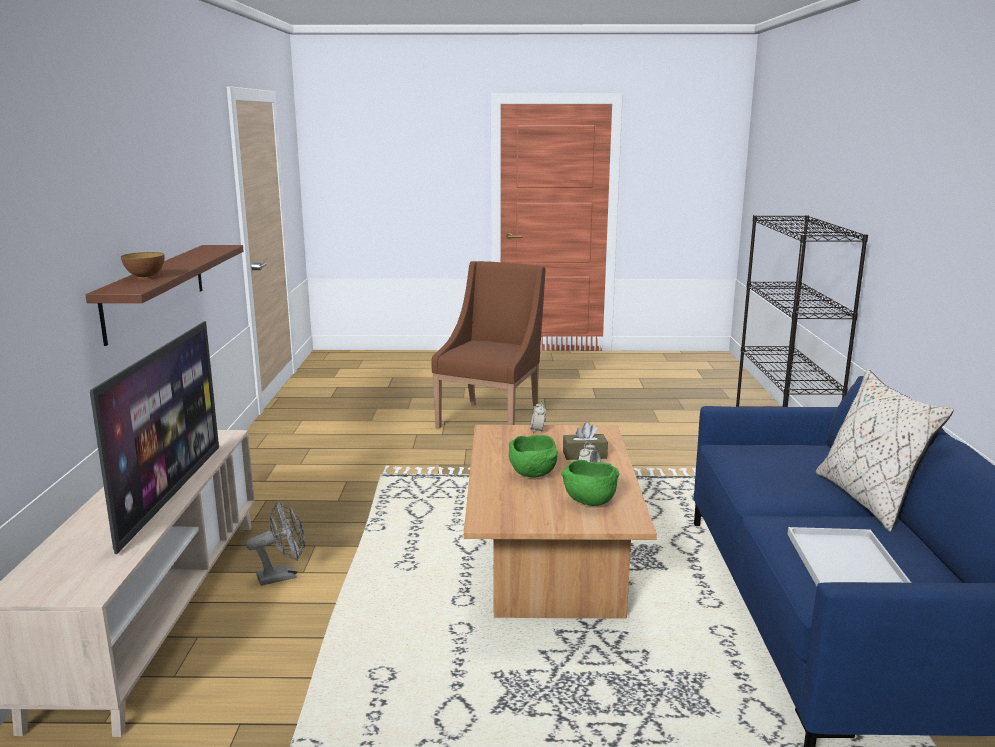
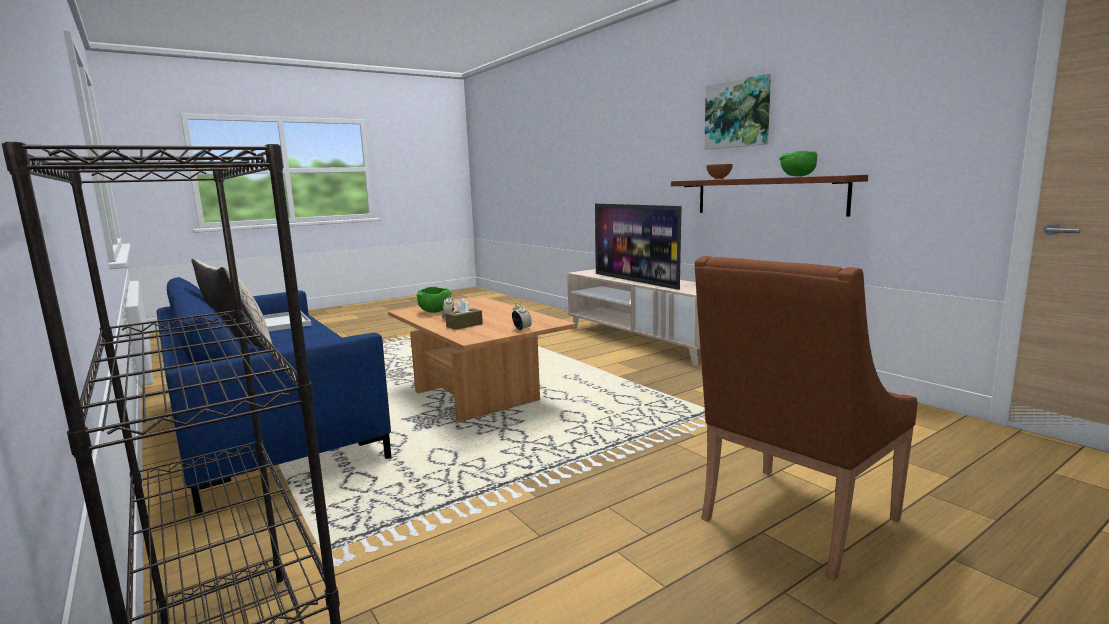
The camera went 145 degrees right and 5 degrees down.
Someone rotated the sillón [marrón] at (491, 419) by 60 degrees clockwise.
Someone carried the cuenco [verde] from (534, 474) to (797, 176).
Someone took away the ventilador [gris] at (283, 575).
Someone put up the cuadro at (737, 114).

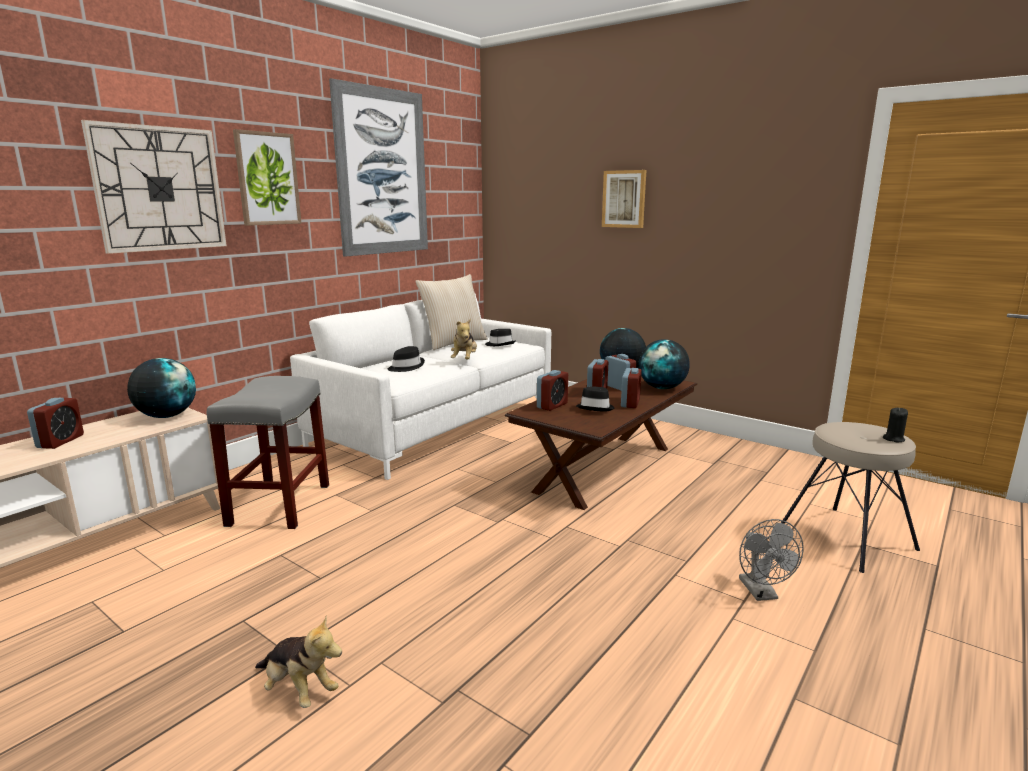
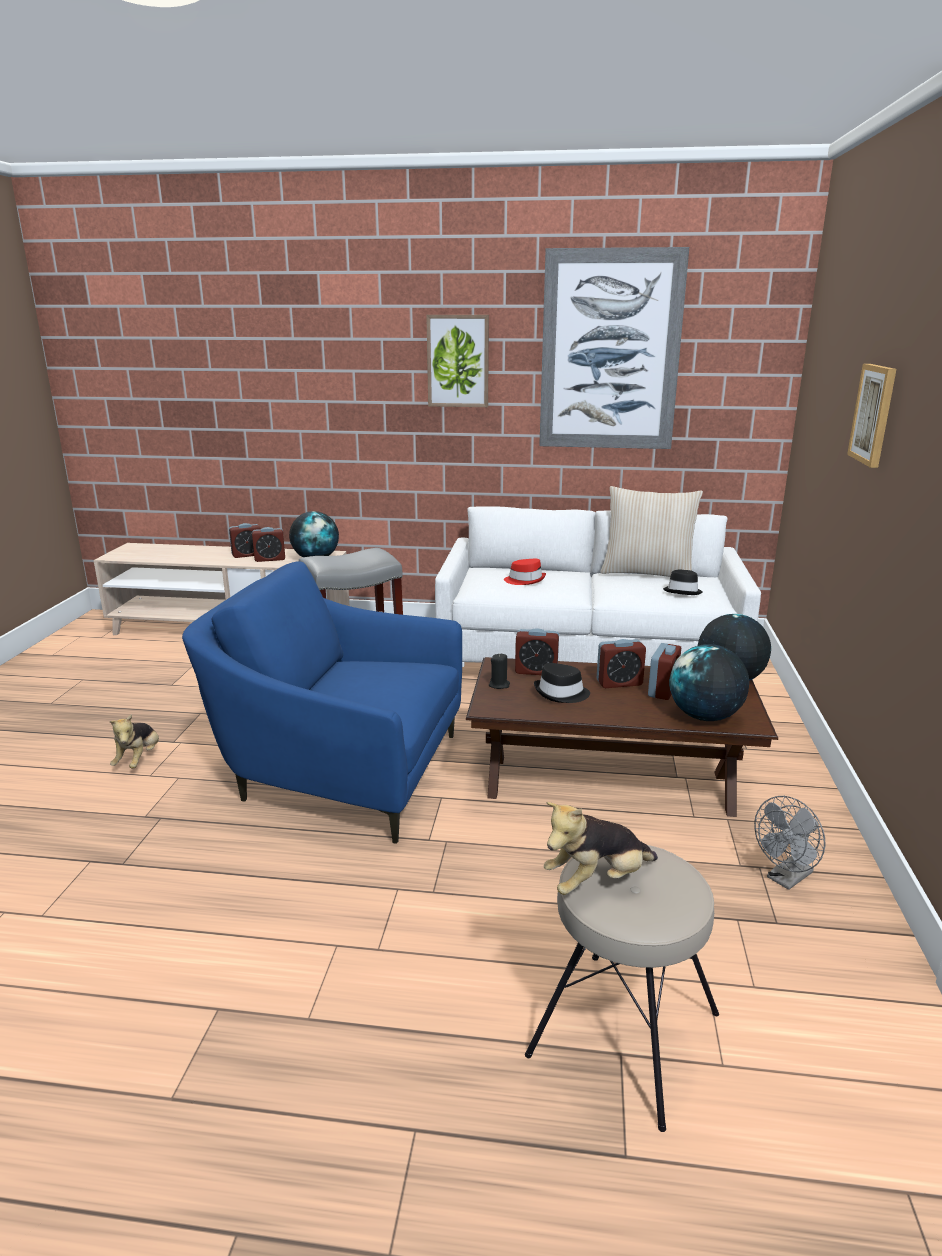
The camera went 60 degrees right and 5 degrees up.
Someone took away the reloj de pared at (159, 189).
Someone carried the peluche from (464, 360) to (596, 881).
Someone repainted the sombrero [negro] at (406, 367), which became the sombrero [rojo] at (525, 580).
Someone carried the despertador from (630, 403) to (270, 559).
Someone carried the vela [negro] from (893, 439) to (499, 685).
Someone carried the ventilador [gris] from (761, 593) to (785, 879).
Someone put down the sillón [azul] at (341, 772).

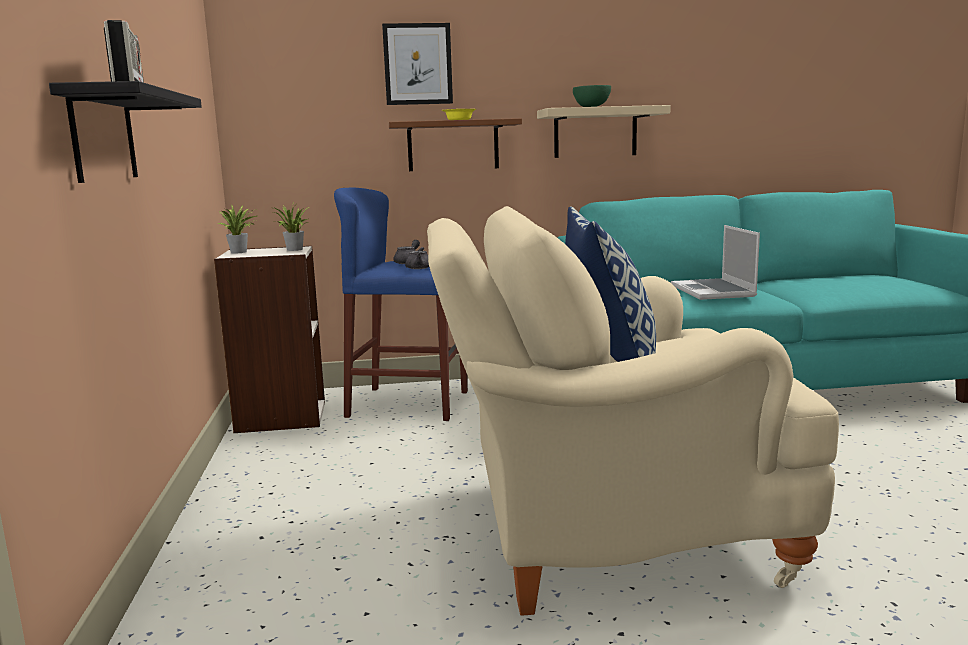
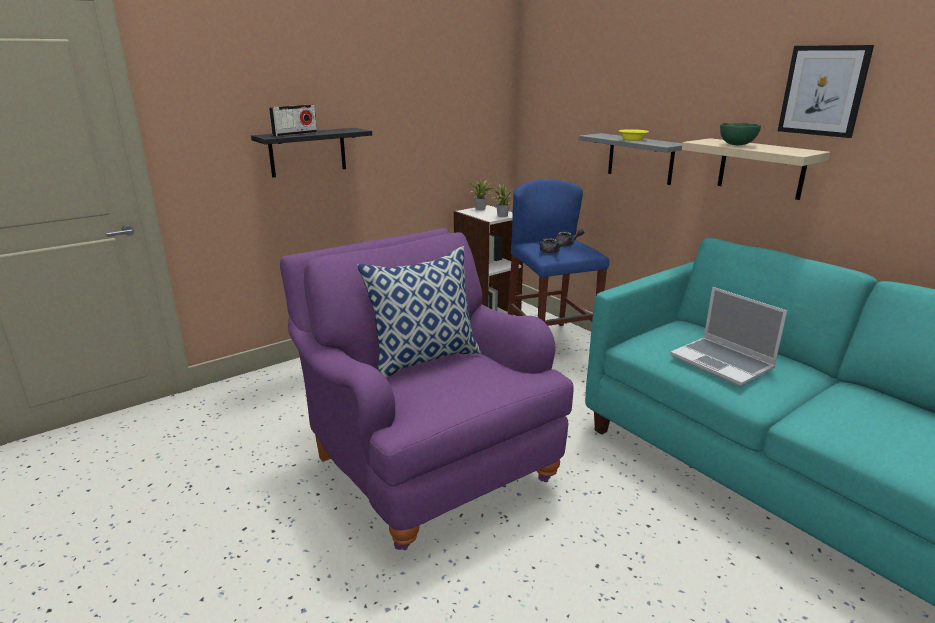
The camera went 60 degrees right and 10 degrees up.
Someone carried the cuadro from (418, 64) to (823, 91).
Someone repainted the estante [marrón] at (453, 145), which became the estante [gris] at (640, 158).
Someone repainted the sillón [beis] at (603, 531), which became the sillón [morado] at (426, 462).
Someone rotated the portátil at (714, 291) by 90 degrees counterclockwise.

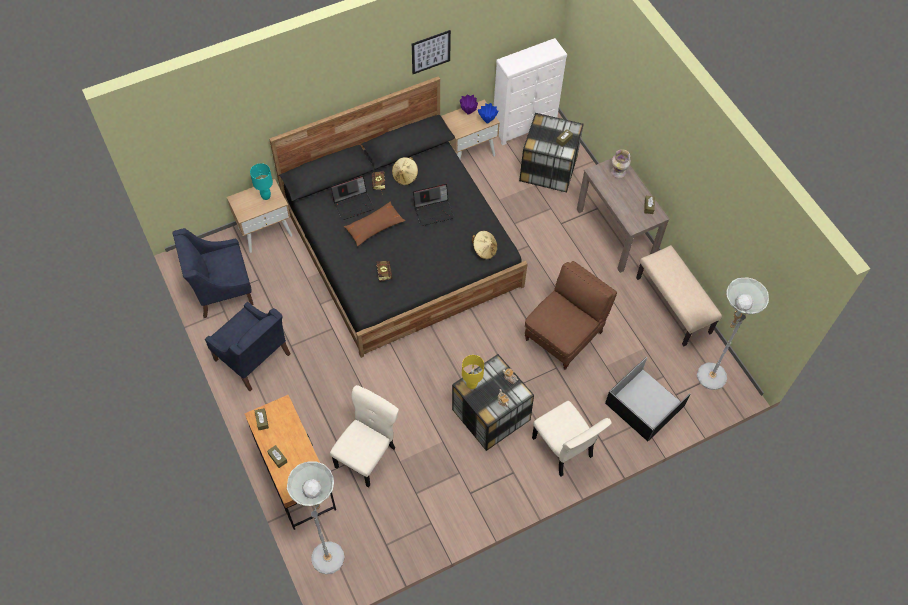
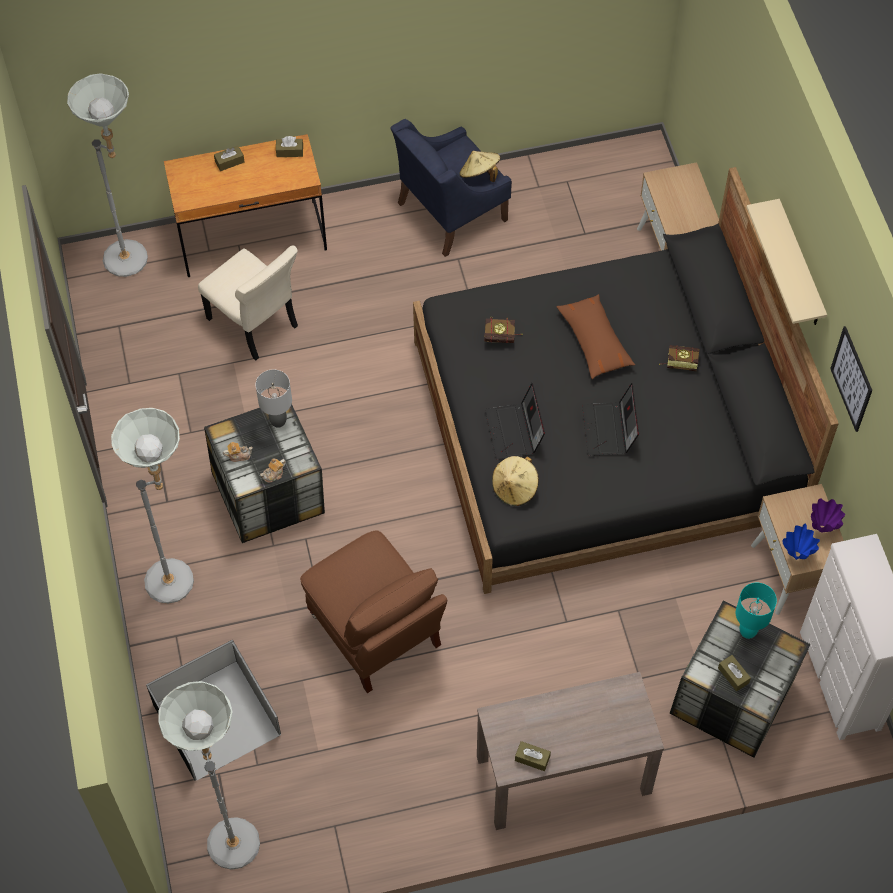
The camera went 105 degrees right and 0 degrees up.
Someone took away the florero at (618, 172).
Someone carried the sombrero [beis] from (405, 176) to (479, 174).
Someone carried the lámpara de mesa [turquesa] from (266, 196) to (747, 632).
Someone carried the portátil from (353, 204) to (515, 432).
Someone took away the sillón [azul] at (221, 289).
Someone took away the banco [beis] at (674, 305).
Someone repainted the lámpara de mesa [amarillo] at (471, 385), which became the lámpara de mesa [gris] at (278, 421).
Someone swapped the silla [beis] at (563, 449) for the lámpara de pie [gris] at (180, 578).
Someone put up the estante [beis] at (800, 266).

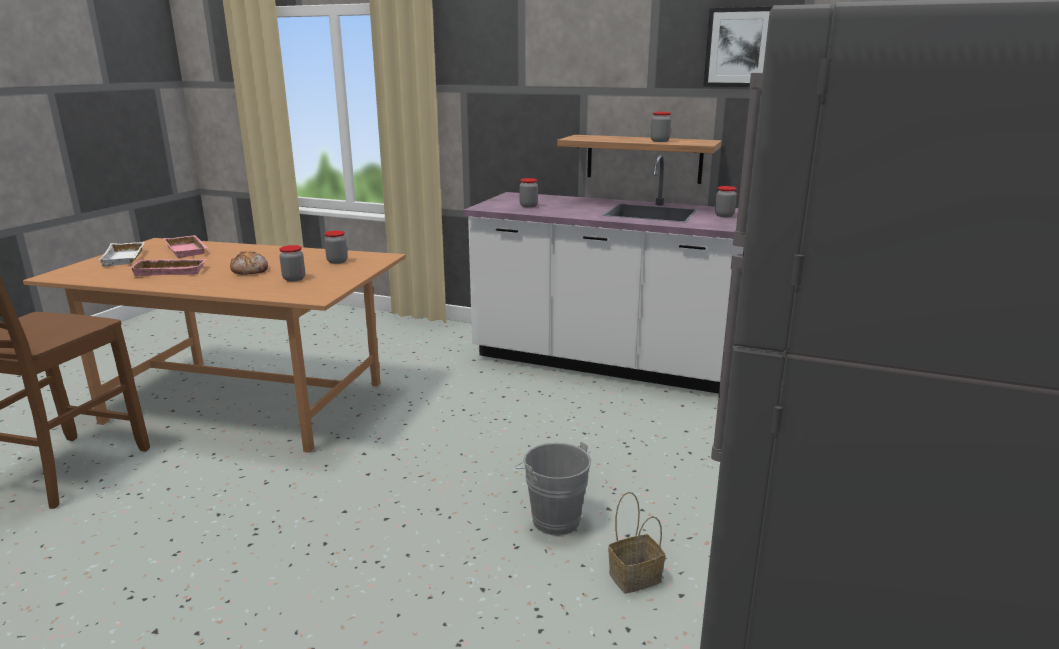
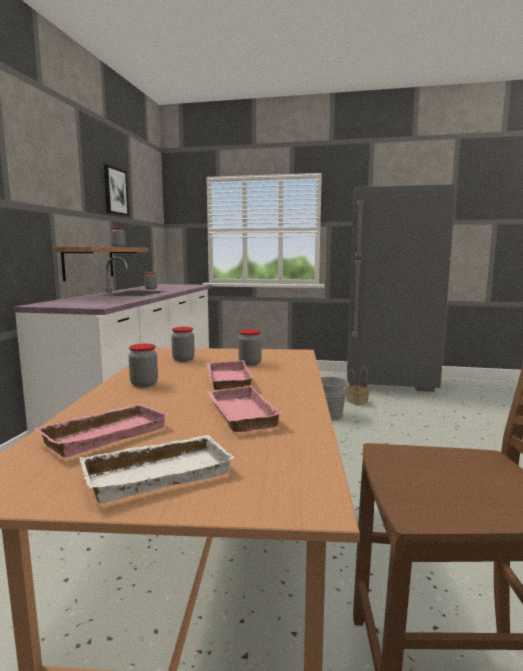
The camera went 100 degrees left and 10 degrees down.
Someone carried the tarro from (528, 206) to (144, 384).
Someone swapped the pan at (251, 271) for the bandeja [rosa] at (226, 380).

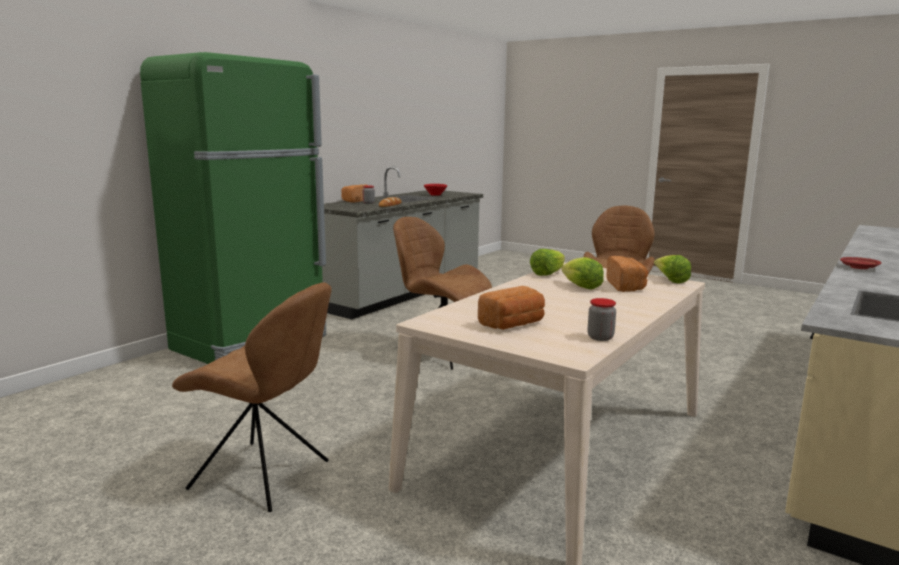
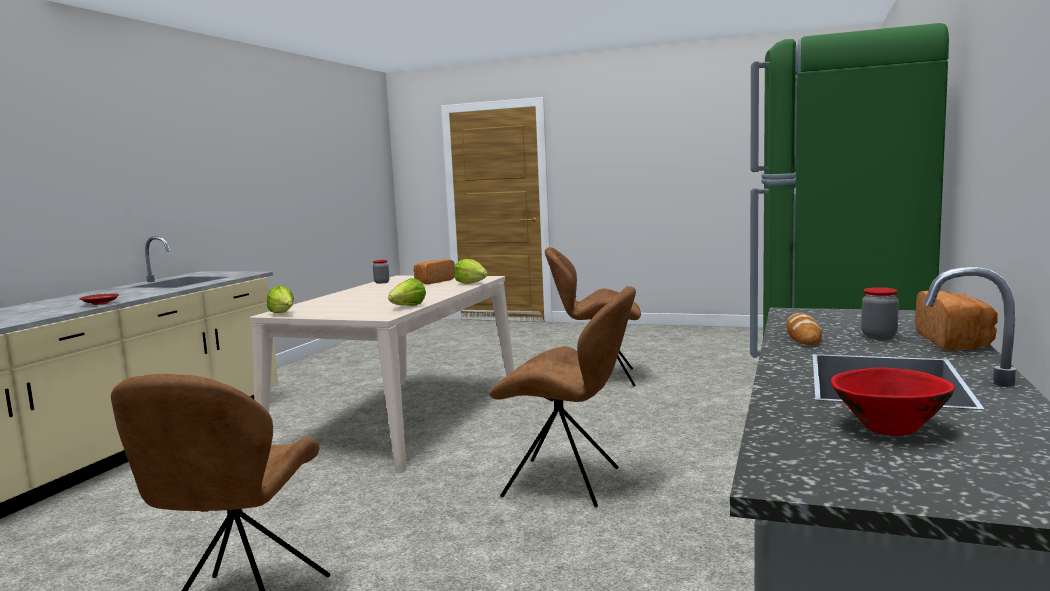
The camera went 165 degrees right and 5 degrees down.
Someone took away the pan at (626, 286).
Someone carried the lechuga from (581, 287) to (471, 283).

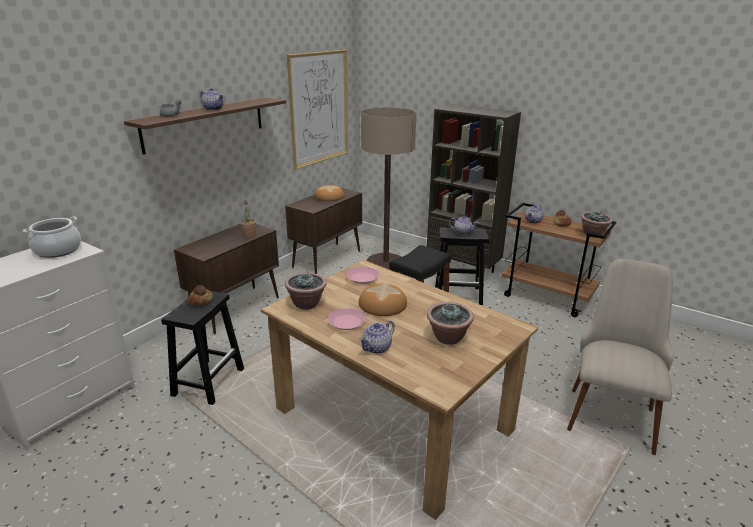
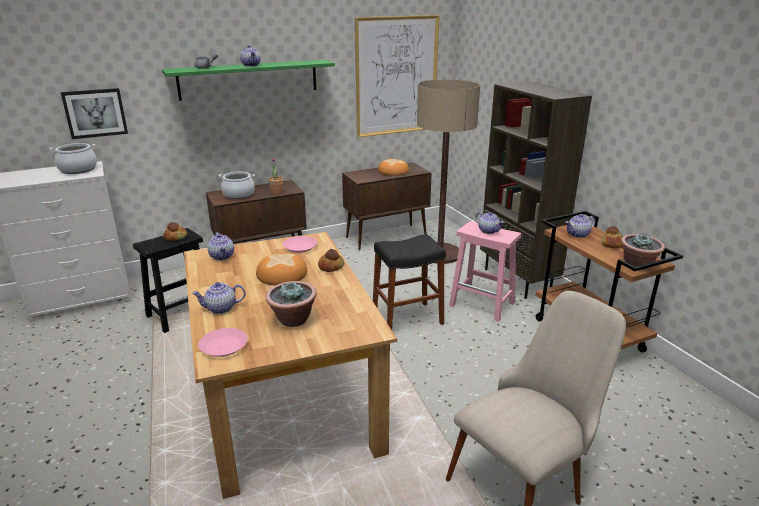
The camera went 30 degrees right and 0 degrees up.
Someone repainted the estante [marrón] at (205, 124), which became the estante [verde] at (249, 79).
Someone repainted the taburete [negro] at (459, 295), which became the taburete [rosa] at (483, 304).
Someone swapped the planta en maceta at (306, 304) for the tetera at (222, 256).
Someone carried the plato [rosa] from (347, 322) to (224, 346).
Someone put up the cuadro at (95, 113).
Someone put down the olla at (238, 195).
Someone put down the pan at (331, 266).

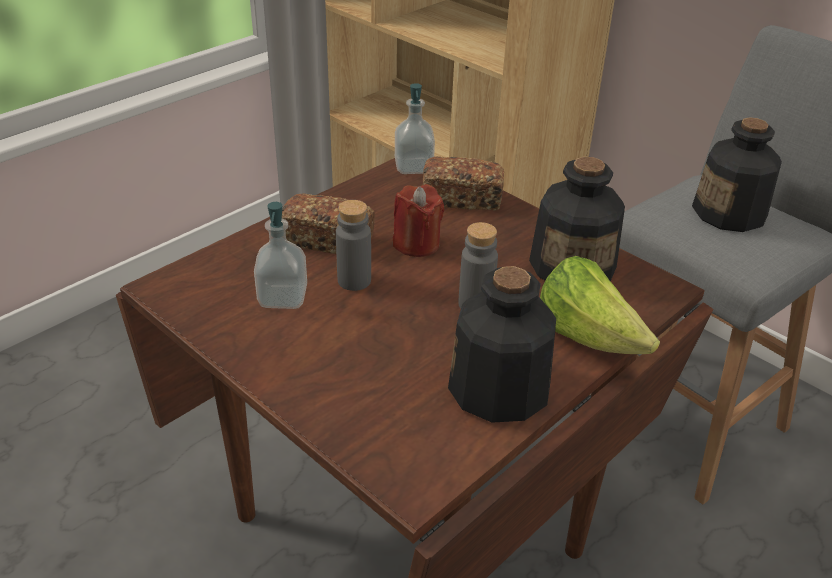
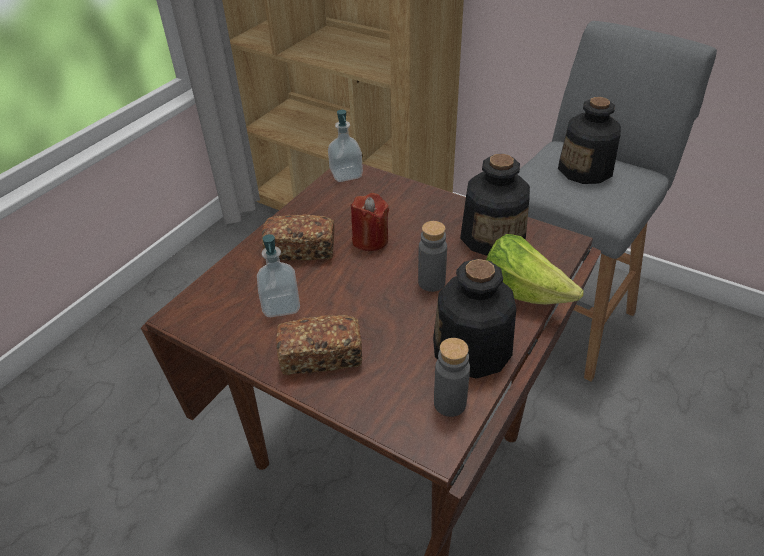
The camera went 10 degrees left and 5 degrees up.
Someone carried the pan from (462, 199) to (321, 356).
Someone carried the botella [gris] from (354, 280) to (450, 403).

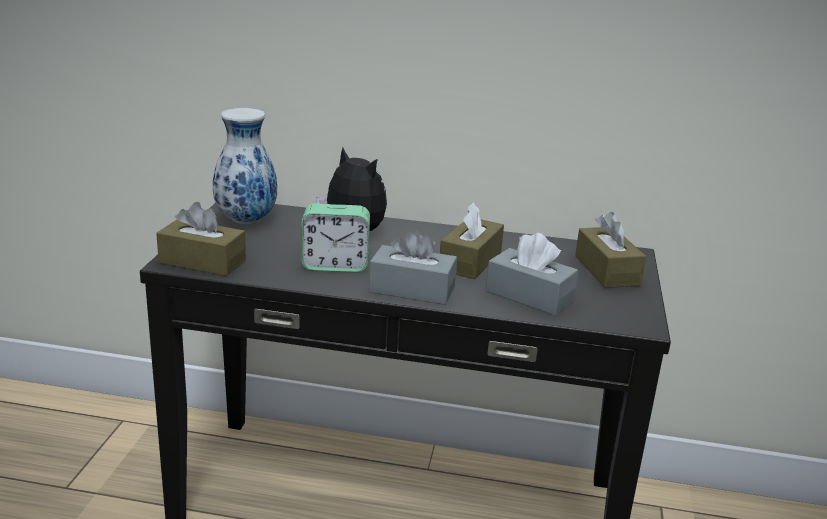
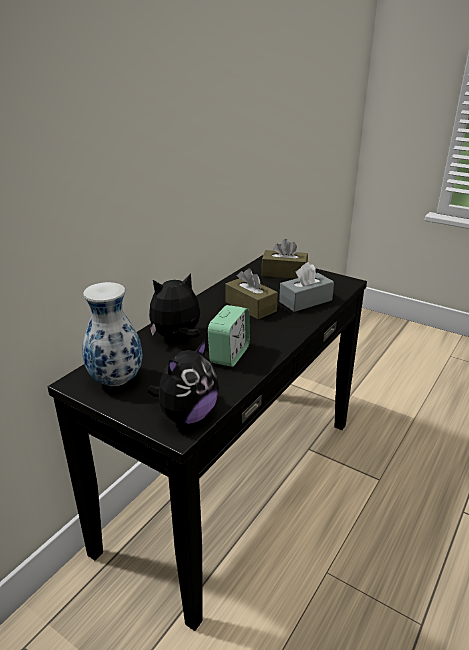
The camera went 65 degrees left and 5 degrees up.
Someone swapped the caja de pañuelos [marrón] at (202, 262) for the peluche at (187, 415).
Someone took away the caja de pañuelos [gris] at (412, 289).

